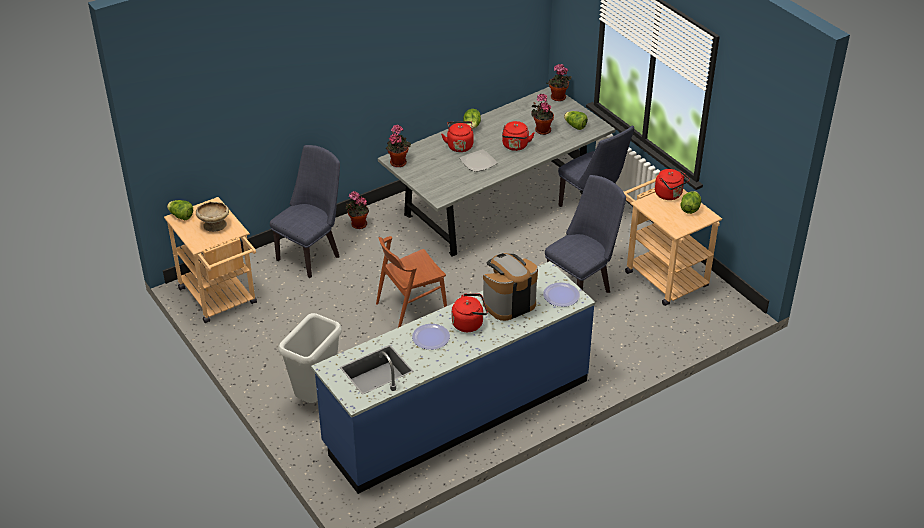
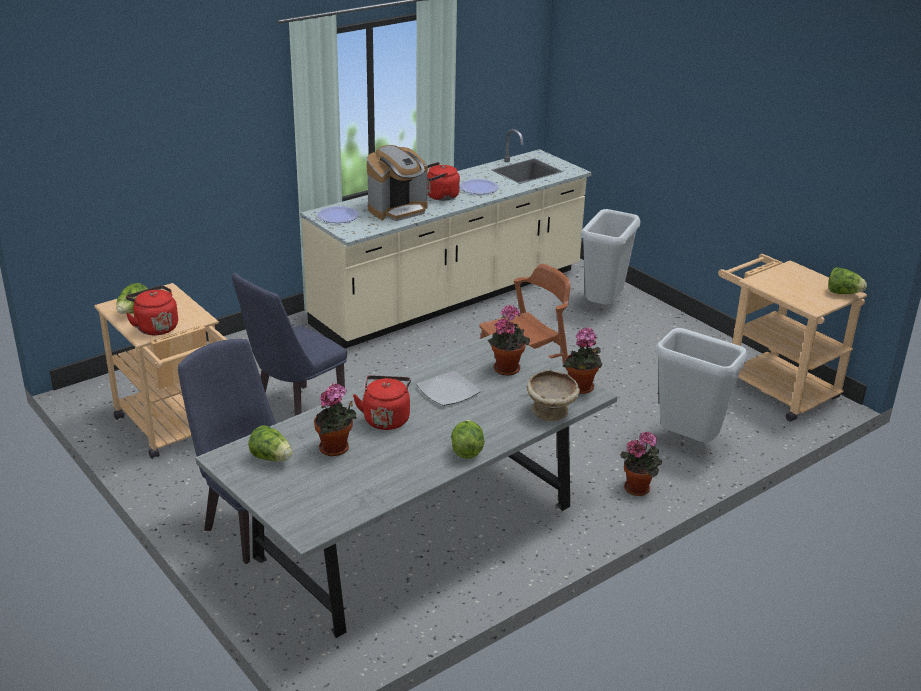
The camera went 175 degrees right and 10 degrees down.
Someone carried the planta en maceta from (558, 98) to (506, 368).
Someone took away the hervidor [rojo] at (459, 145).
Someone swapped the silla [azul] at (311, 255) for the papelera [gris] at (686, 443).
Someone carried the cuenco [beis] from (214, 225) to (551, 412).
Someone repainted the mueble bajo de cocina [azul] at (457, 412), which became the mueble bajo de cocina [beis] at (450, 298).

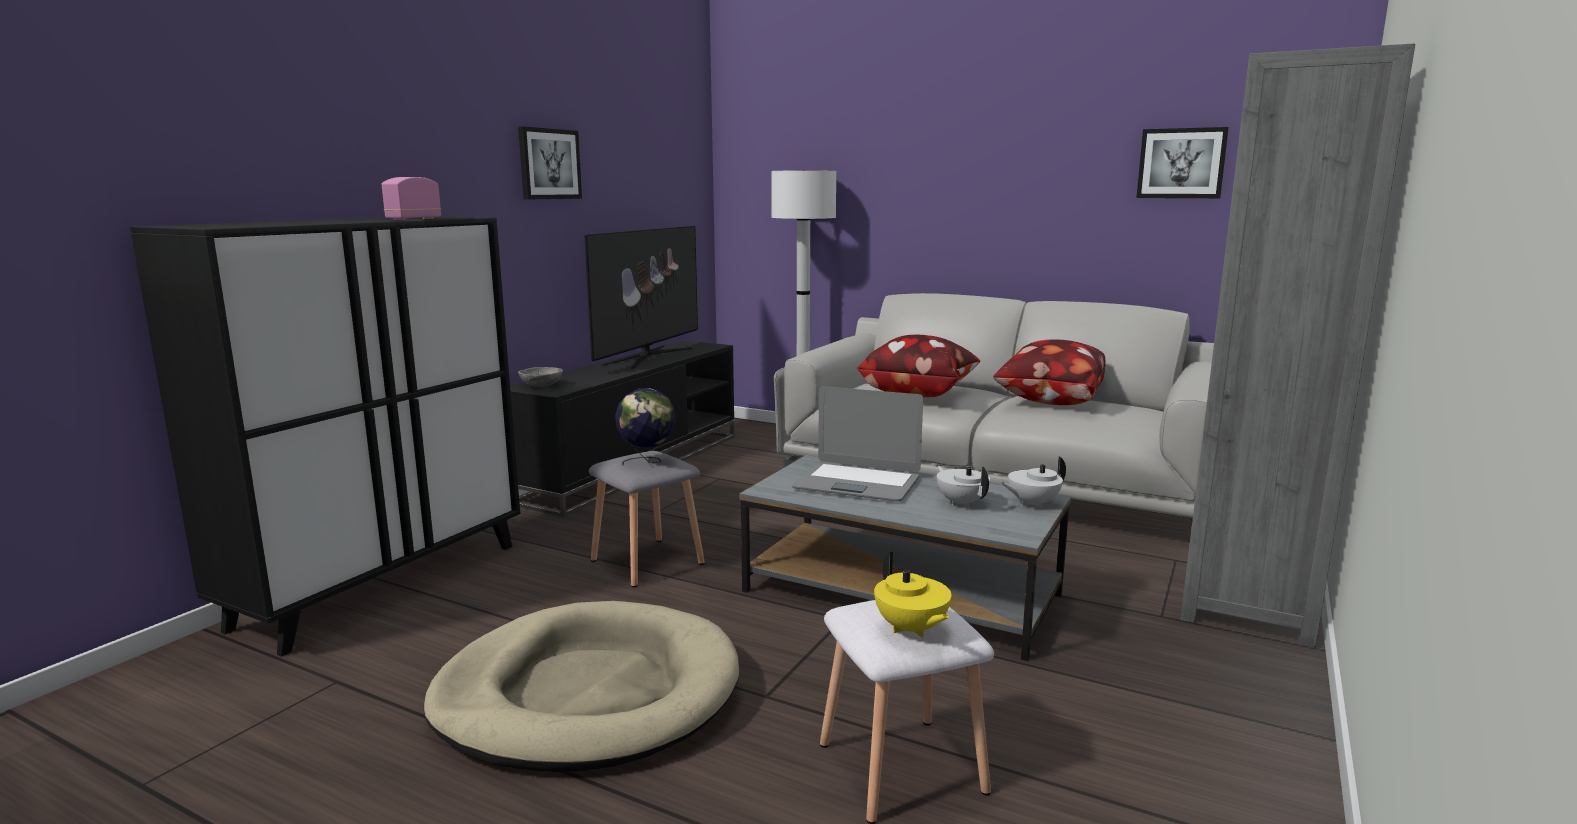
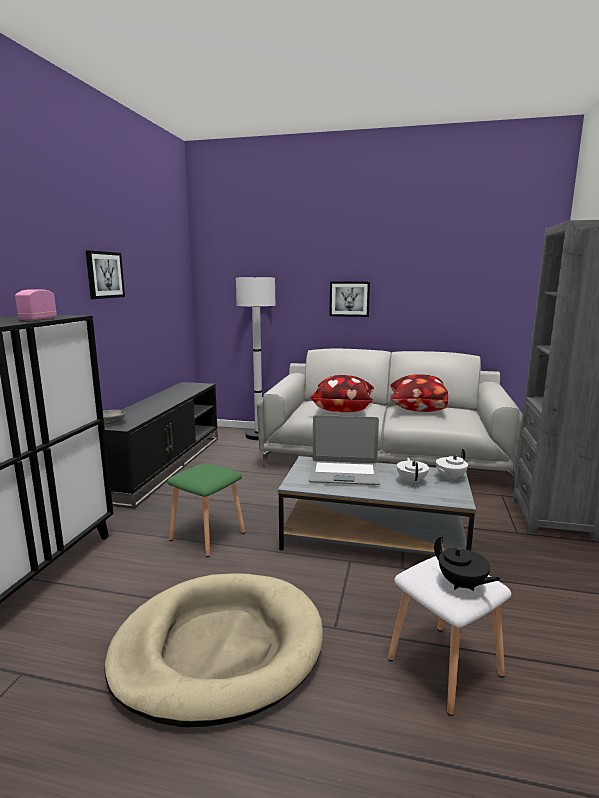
The camera went 15 degrees left and 0 degrees up.
Someone carried the cuadro from (1181, 163) to (349, 299).
Someone took away the televisor at (647, 356).
Someone took away the globo terráqueo at (647, 462).
Someone repainted the taburete [gris] at (648, 561), which became the taburete [verde] at (208, 535).
Someone rotated the tetera [blanco] at (961, 502) by 45 degrees clockwise.
Someone repainted the tetera [amarillo] at (911, 629), which became the tetera [negro] at (462, 585).

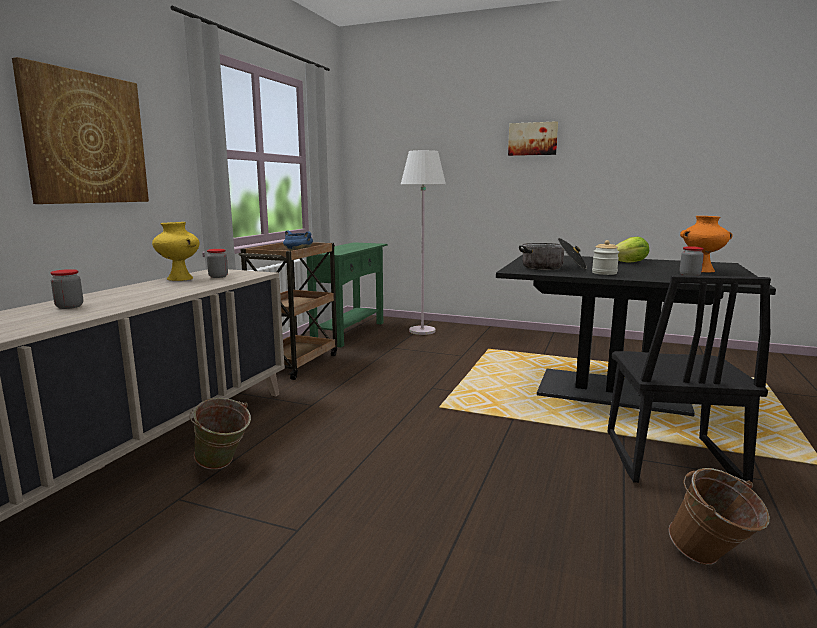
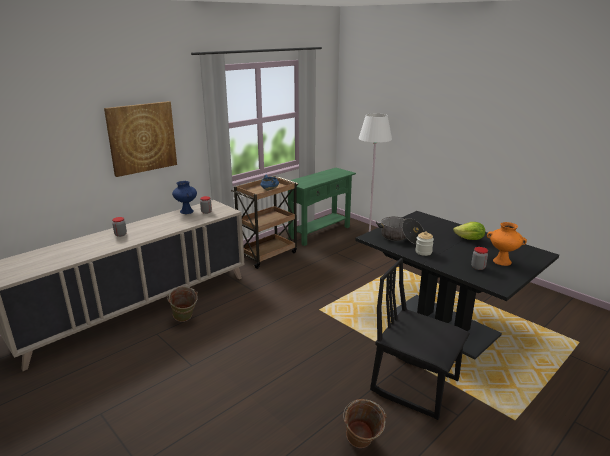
The camera went 25 degrees right and 10 degrees up.
Someone took away the cuadro at (533, 139).
Someone repainted the florero [amarillo] at (179, 279), which became the florero [azul] at (186, 211).
Someone rotated the silla [negro] at (669, 460) by 90 degrees clockwise.

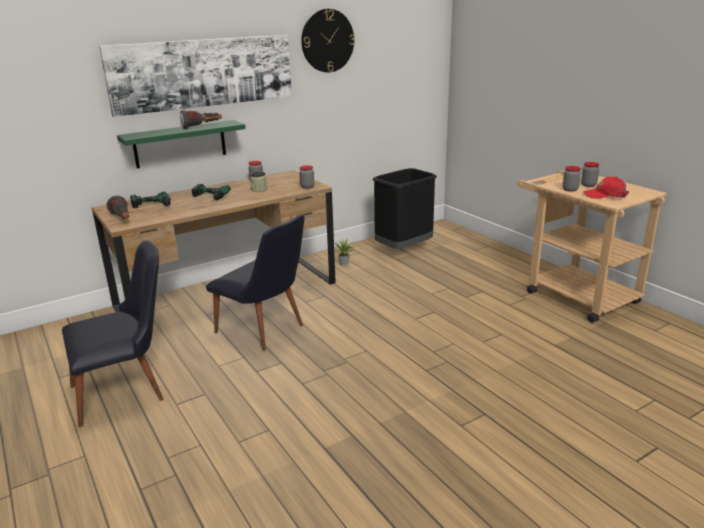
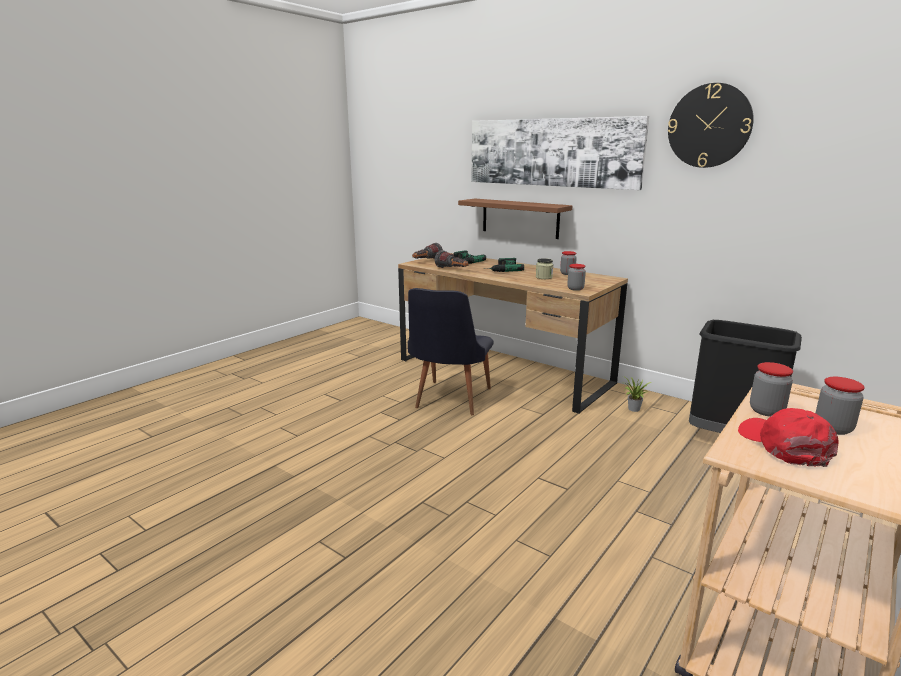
The camera went 70 degrees right and 5 degrees down.
Someone carried the linterna from (202, 127) to (453, 270).
Someone repainted the estante [verde] at (180, 144), which became the estante [marrón] at (520, 218).
Someone took away the silla [negro] at (128, 391).

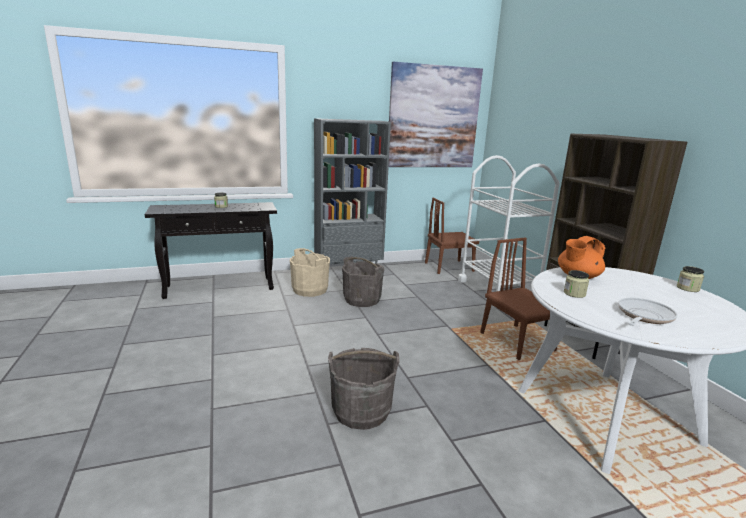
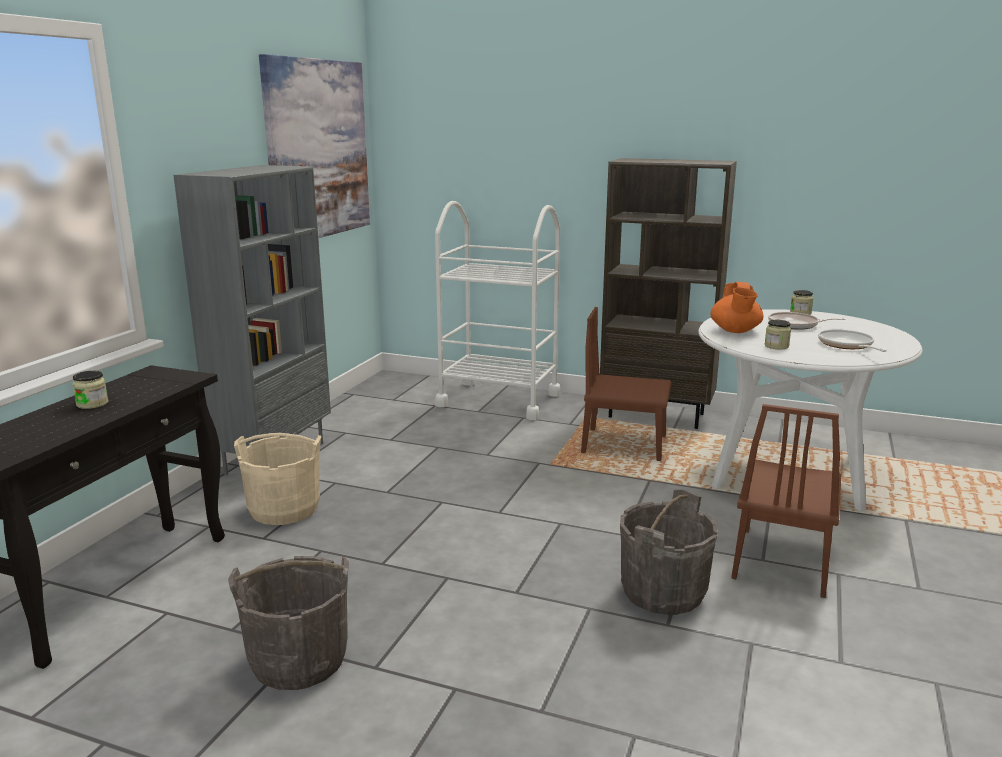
The camera went 50 degrees left and 0 degrees up.
Someone carried the silla [marrón] from (449, 267) to (781, 561).
Someone carried the cubo [gris] from (362, 299) to (299, 660).
Someone put down the sartén at (796, 325).

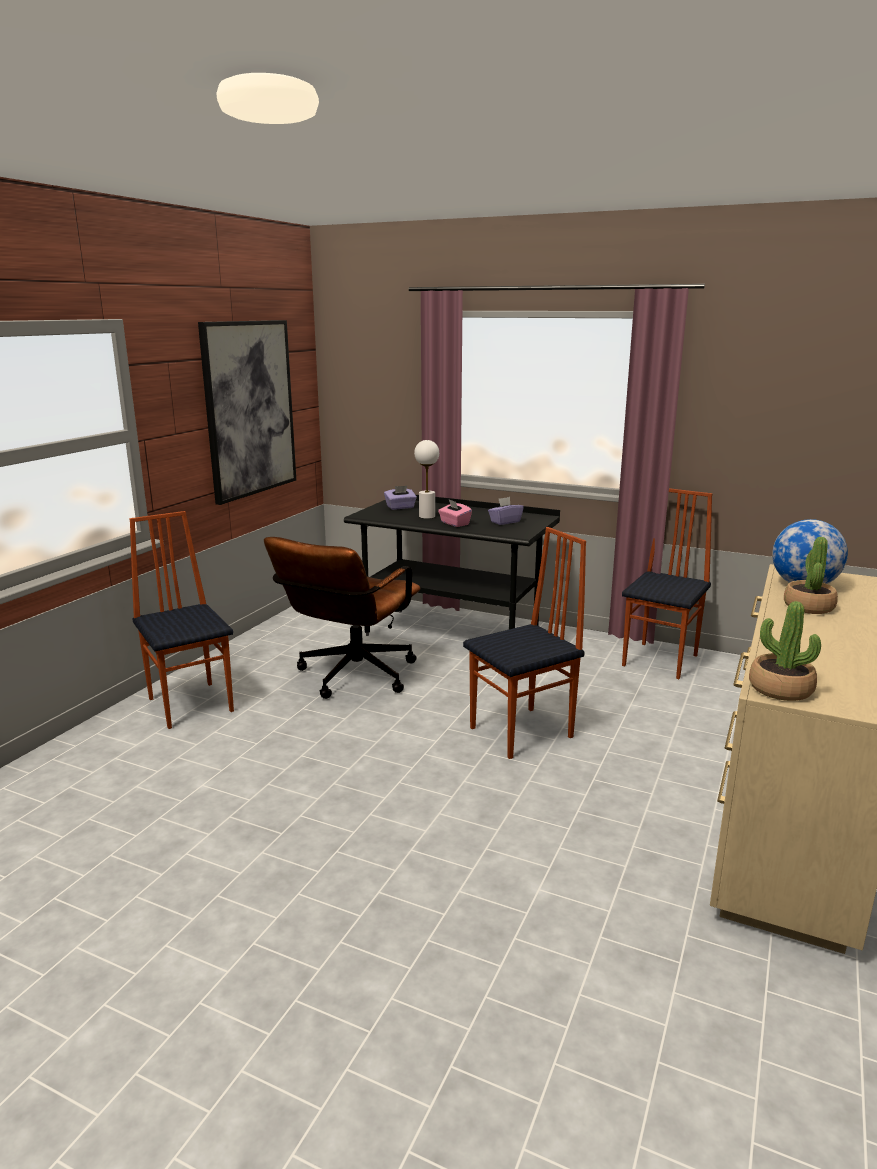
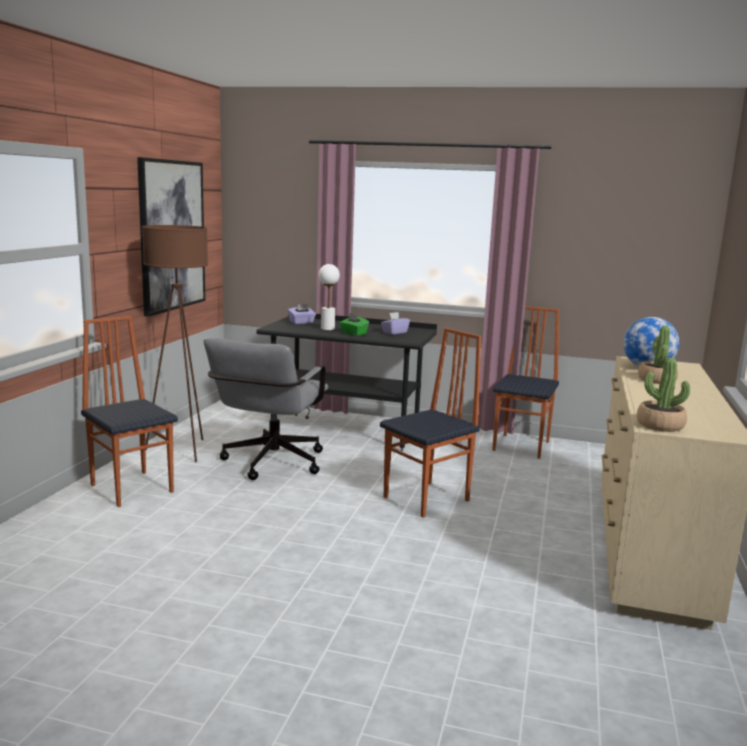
The camera went 10 degrees left and 5 degrees down.
Someone repainted the caja de pañuelos [rosa] at (454, 523), which became the caja de pañuelos [verde] at (353, 333).
Someone repainted the silla de oficina [marrón] at (350, 678), which became the silla de oficina [gris] at (269, 465).
Someone put down the lámpara de pie [marrón] at (181, 450).

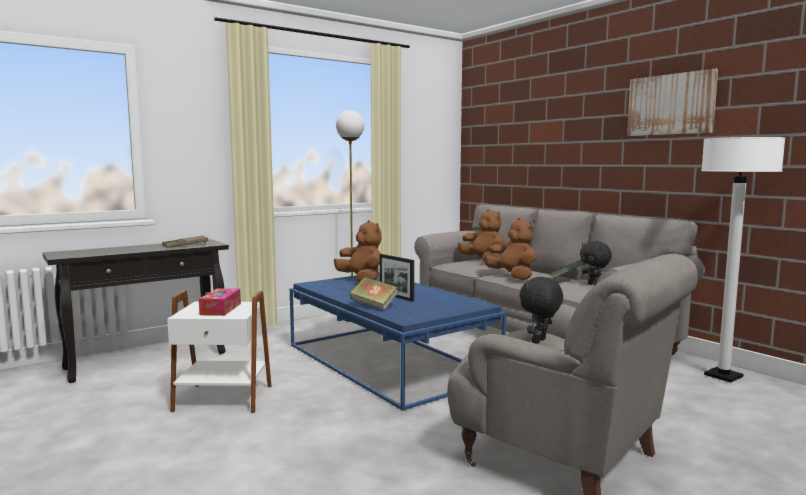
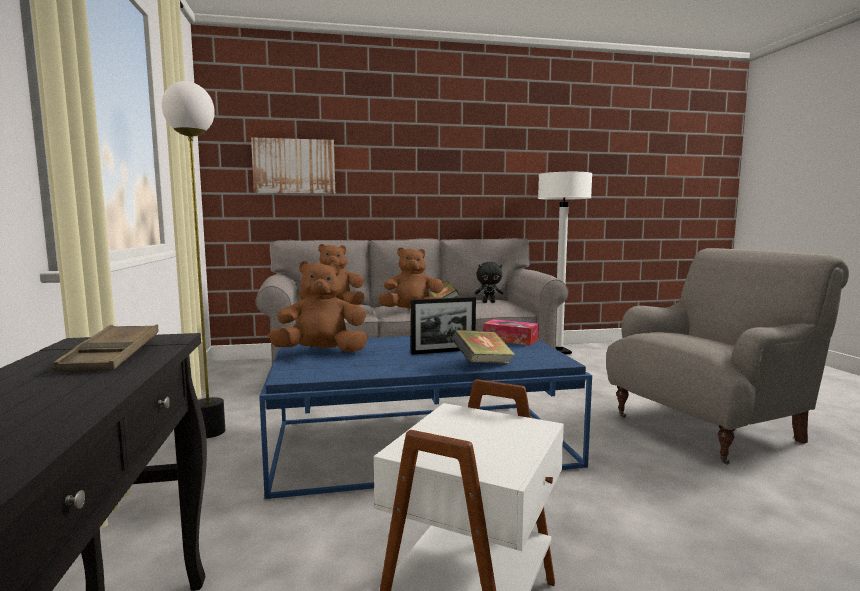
The camera went 65 degrees left and 0 degrees up.
Someone carried the cuadro from (671, 104) to (294, 166).
Someone took away the peluche [negro] at (539, 341).
Someone carried the caja de pañuelos from (220, 309) to (510, 340).

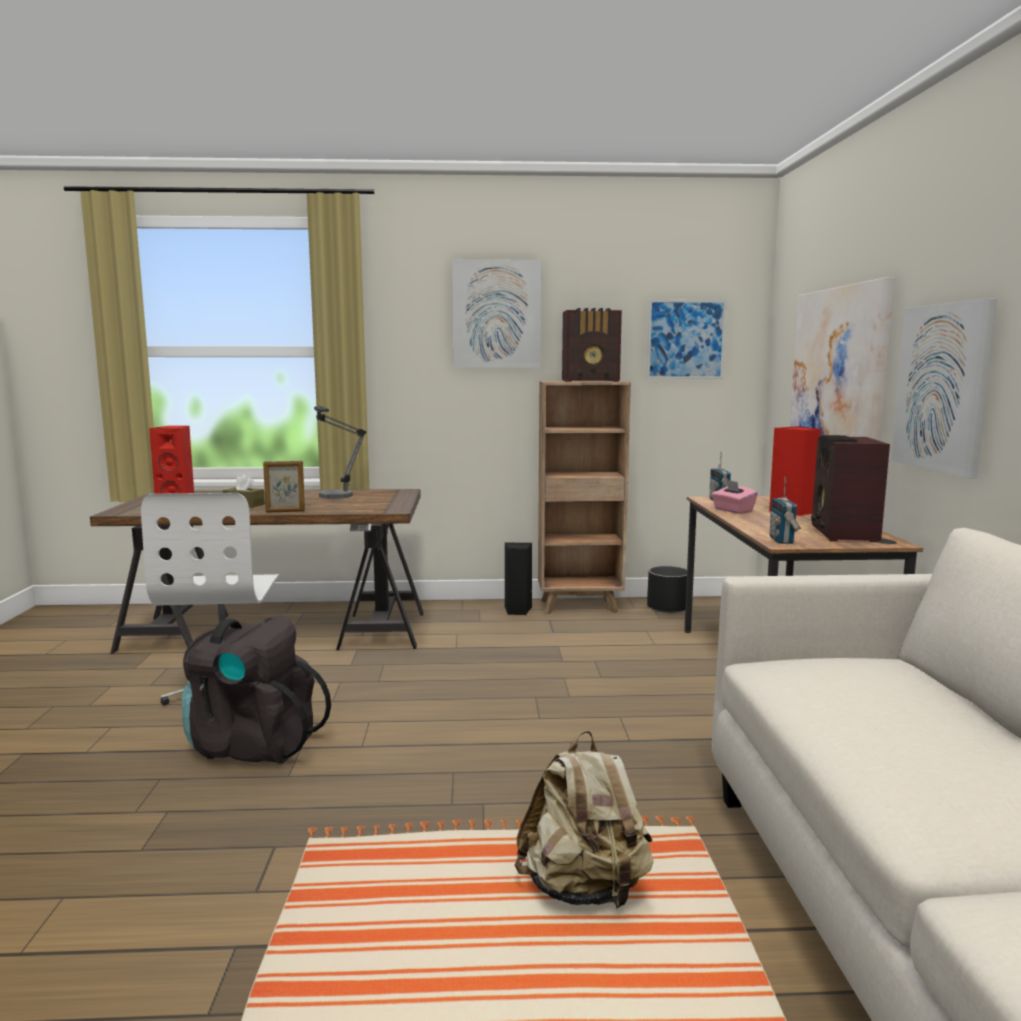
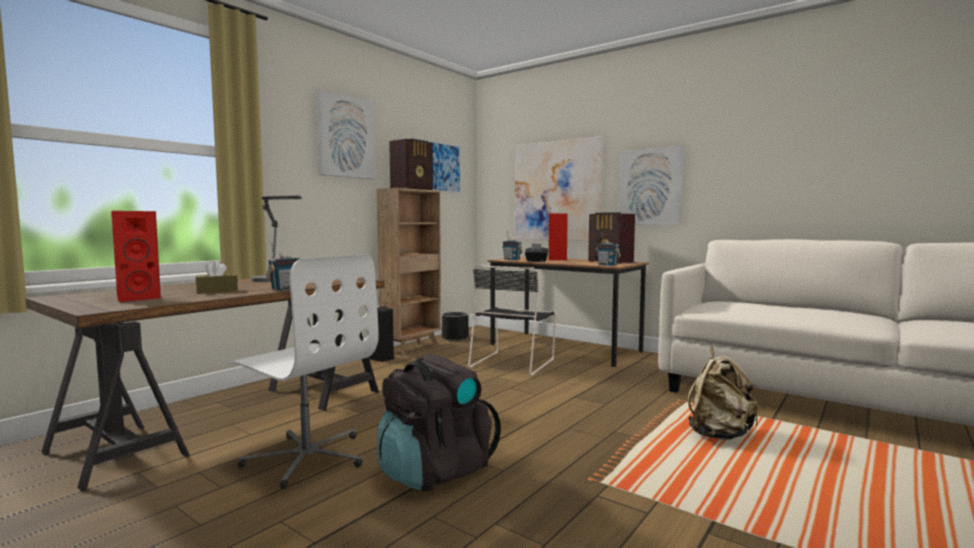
The camera went 50 degrees left and 5 degrees down.
Someone swapped the portarretratos at (285, 511) for the radio at (285, 289).
Someone repainted the caja de pañuelos [rosa] at (732, 510), which became the caja de pañuelos [negro] at (536, 261).
Someone put down the silla [negro] at (513, 362).

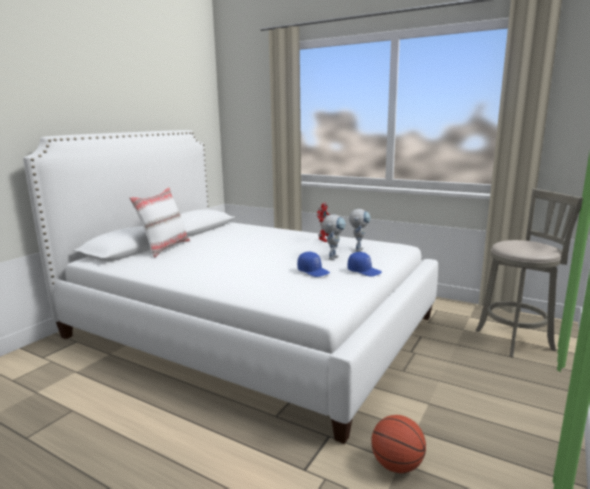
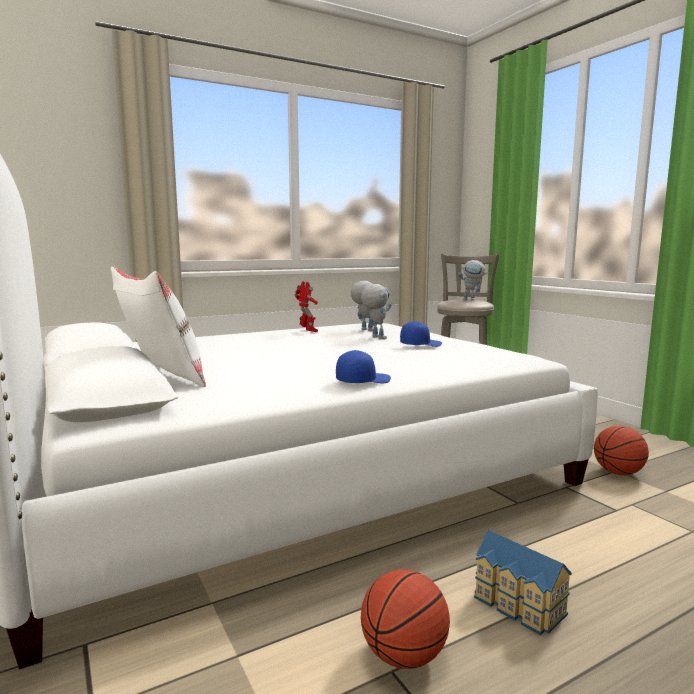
The camera went 60 degrees left and 5 degrees down.
Someone carried the gorra [azul] from (364, 271) to (362, 381).
Someone put down the robot de juguete at (472, 300).
Someone put down the casita at (517, 606).
Someone put down the balón de baloncesto at (404, 656).

